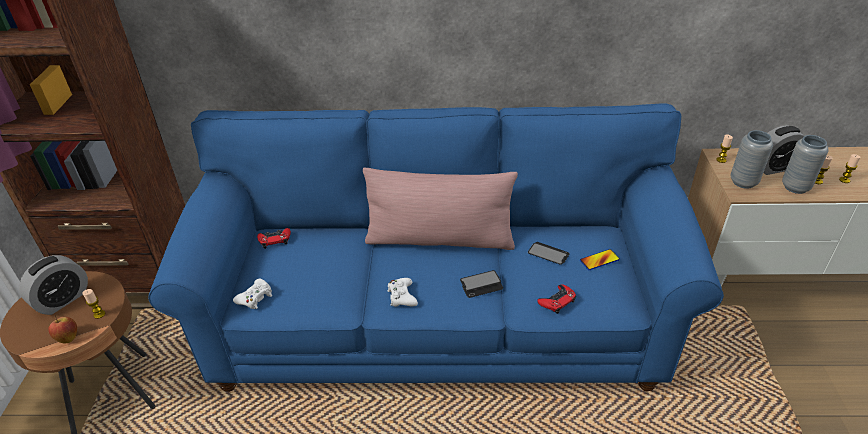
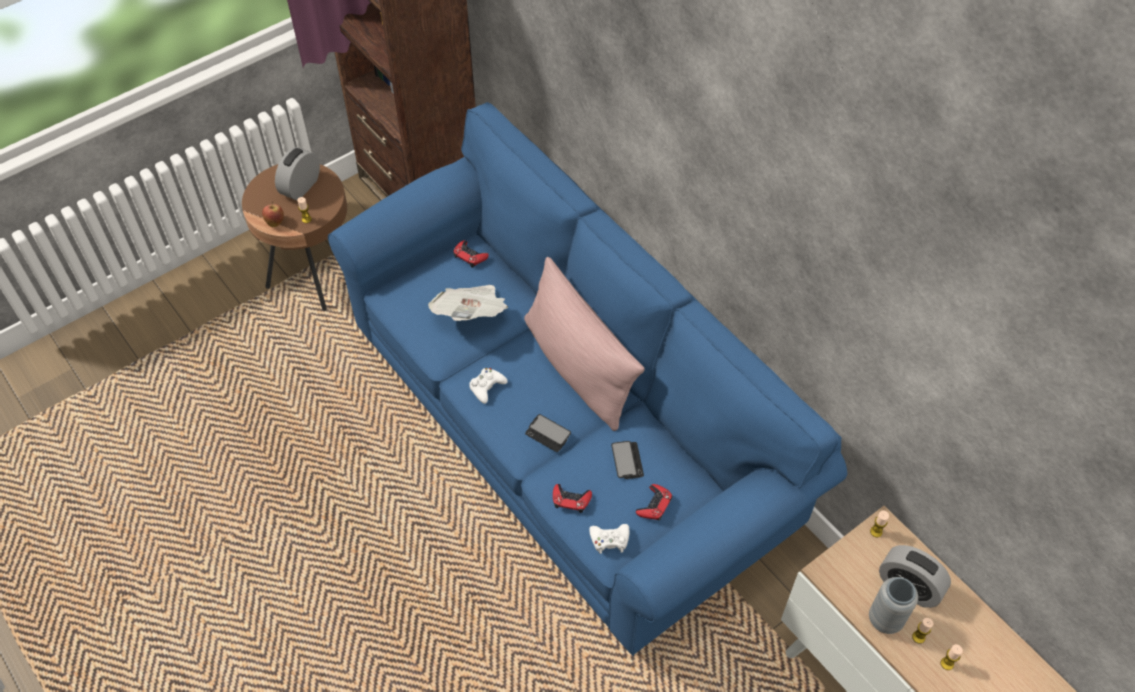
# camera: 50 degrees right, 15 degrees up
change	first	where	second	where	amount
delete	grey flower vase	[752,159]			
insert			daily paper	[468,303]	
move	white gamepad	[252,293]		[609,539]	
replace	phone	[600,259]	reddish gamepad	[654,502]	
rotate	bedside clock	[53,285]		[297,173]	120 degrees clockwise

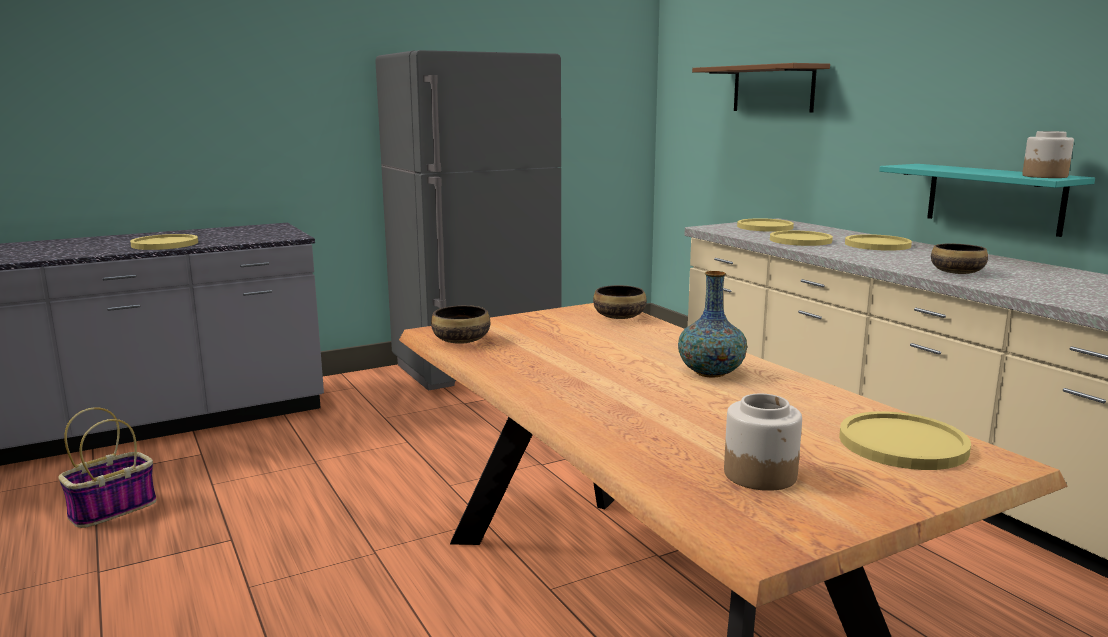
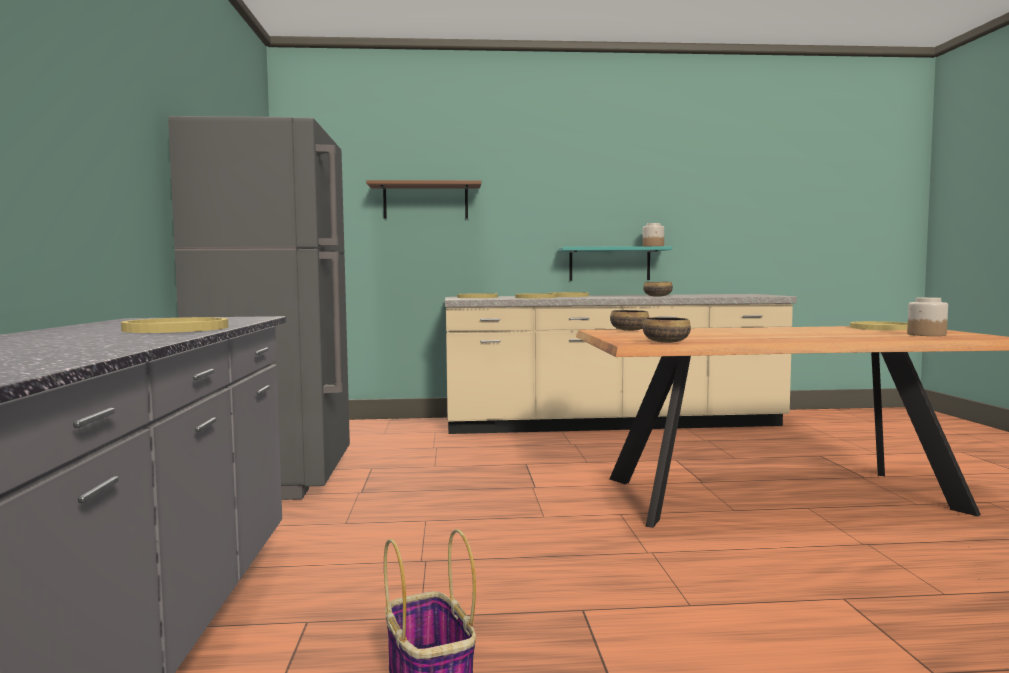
# camera: 65 degrees left, 10 degrees down
change	first	where	second	where	amount
delete	flower vase	[712,324]			

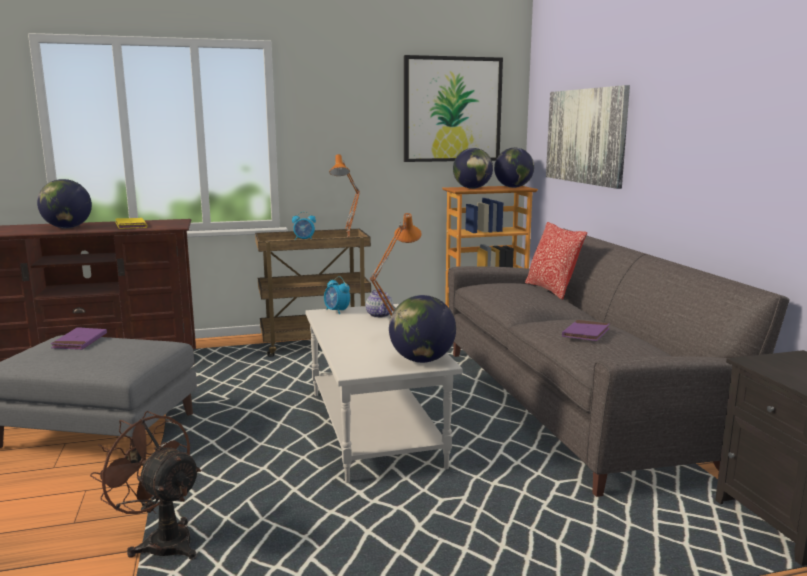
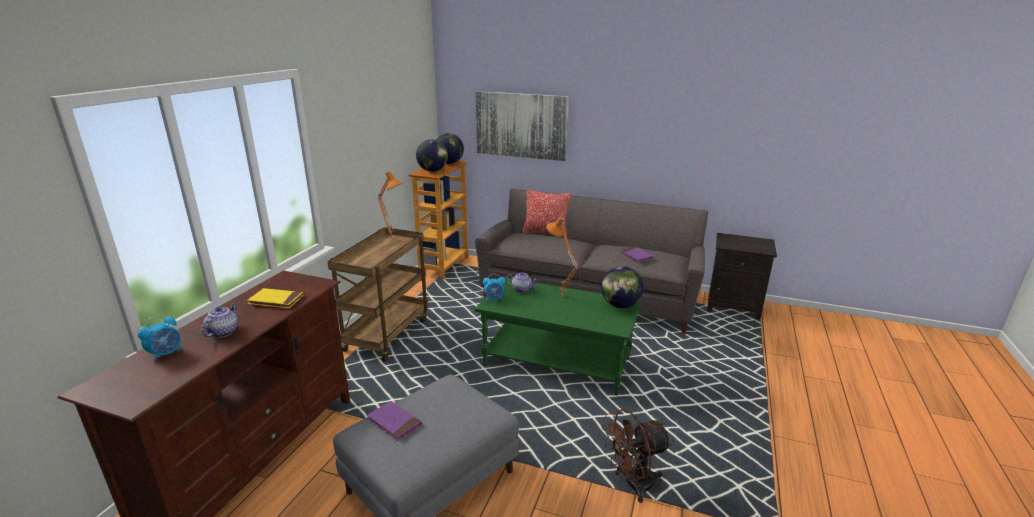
# camera: 55 degrees left, 10 degrees up
change	first	where	second	where	amount
delete	wall picture	[453,108]			
move	bedside clock	[304,226]		[160,339]	
replace	desk globe	[64,203]	tea pot	[219,320]	
recolor	white coffee table	[383,393]	greenish coffee table	[558,336]	

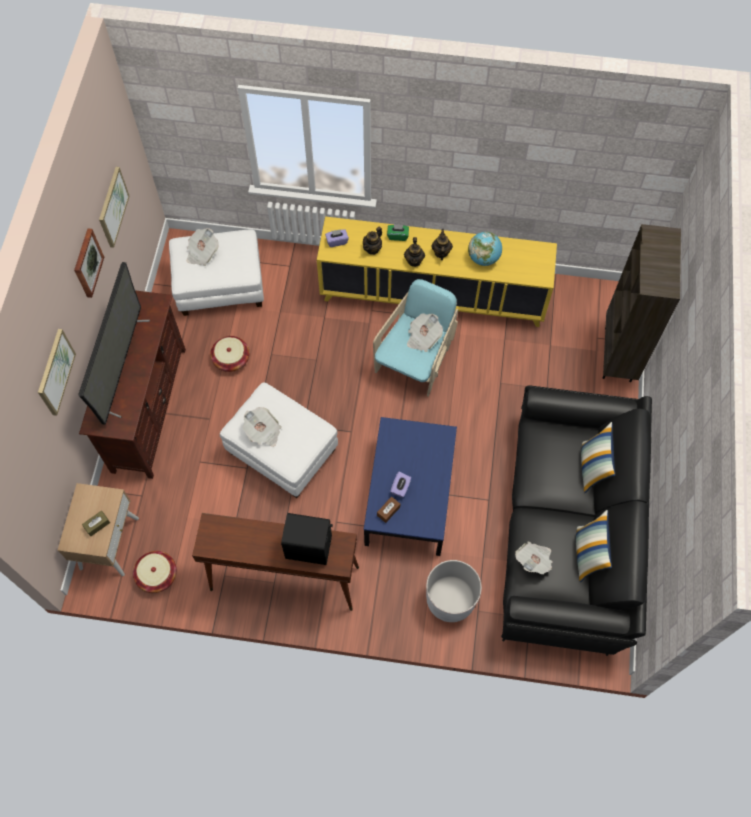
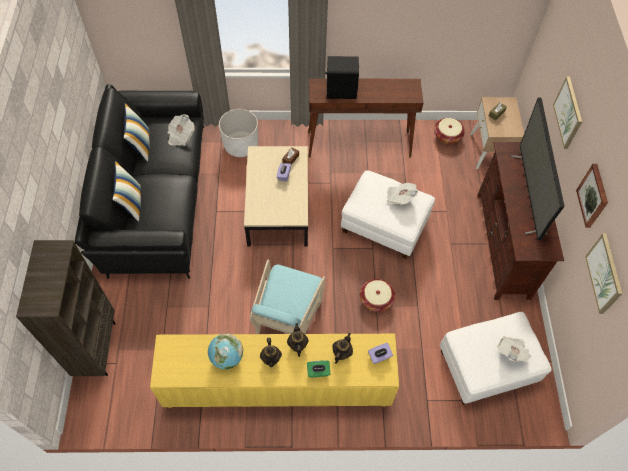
# camera: 170 degrees right, 5 degrees down
change	first	where	second	where	amount
delete	daily paper	[425,332]			
move	household basket	[230,354]		[377,295]	
recolor	blue-coloured coffee table	[410,486]	beige-coloured coffee table	[276,196]	

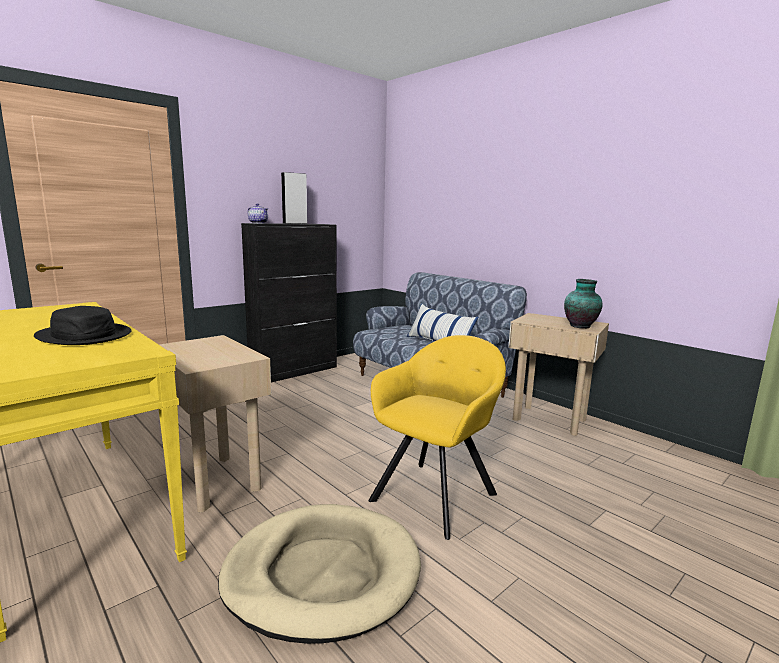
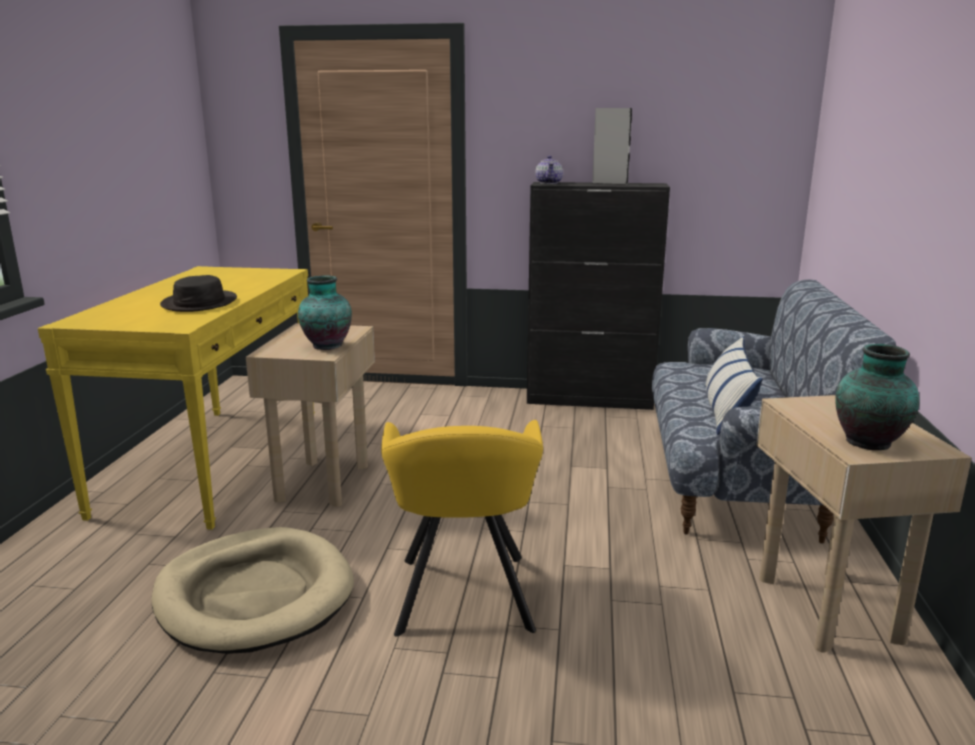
# camera: 50 degrees right, 5 degrees up
change	first	where	second	where	amount
insert			flower vase	[325,312]	
rotate	yellow-coloured easy chair	[437,437]		[462,528]	90 degrees clockwise

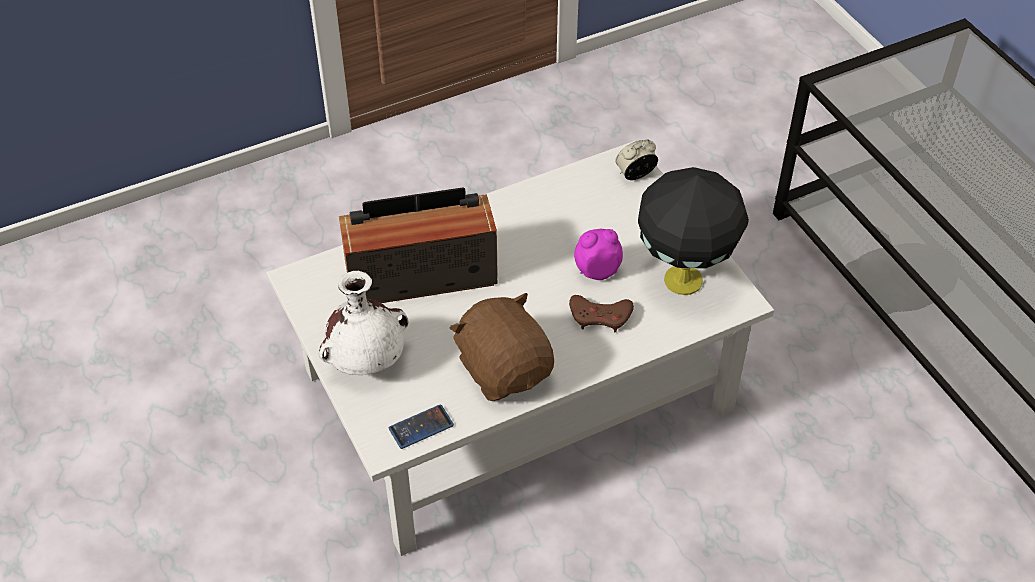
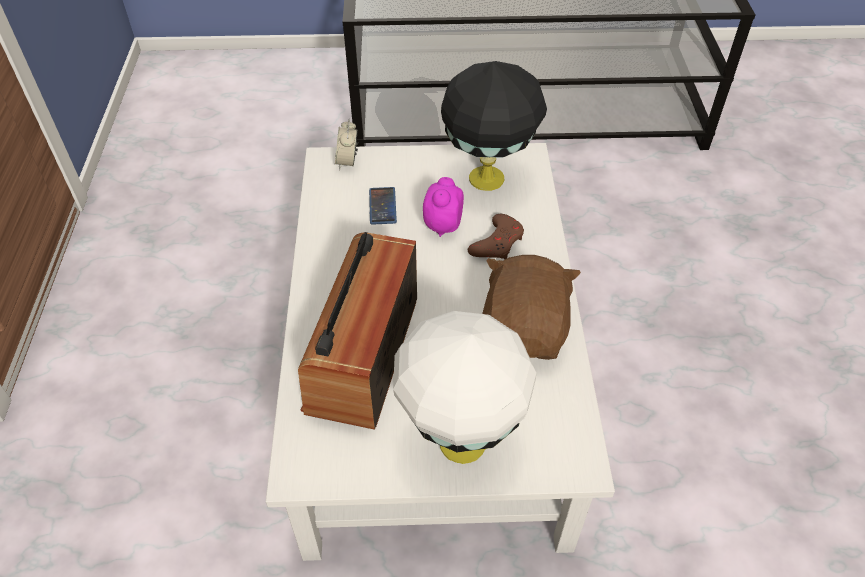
# camera: 65 degrees left, 0 degrees up
change	first	where	second	where	amount
move	phone	[421,426]		[383,206]	
replace	white flower vase	[363,323]	white tabletop lamp	[464,387]	
rotate	brown-coloured cuddly toy	[501,347]		[531,307]	105 degrees clockwise

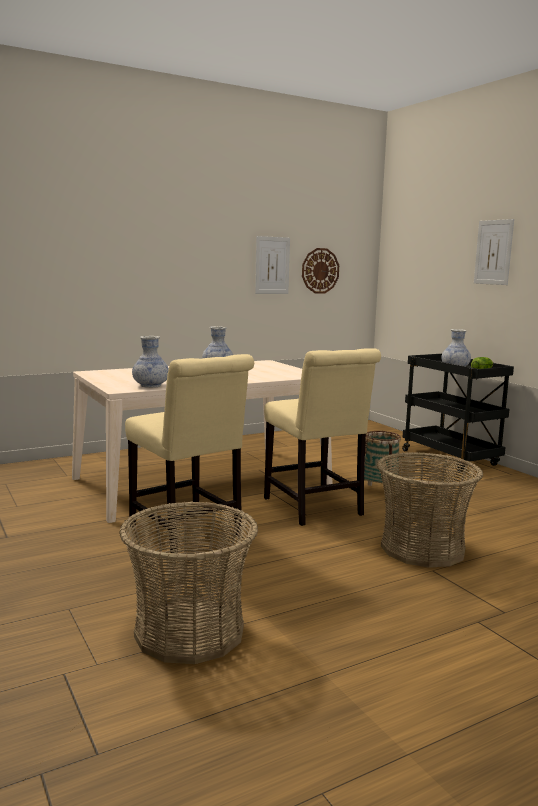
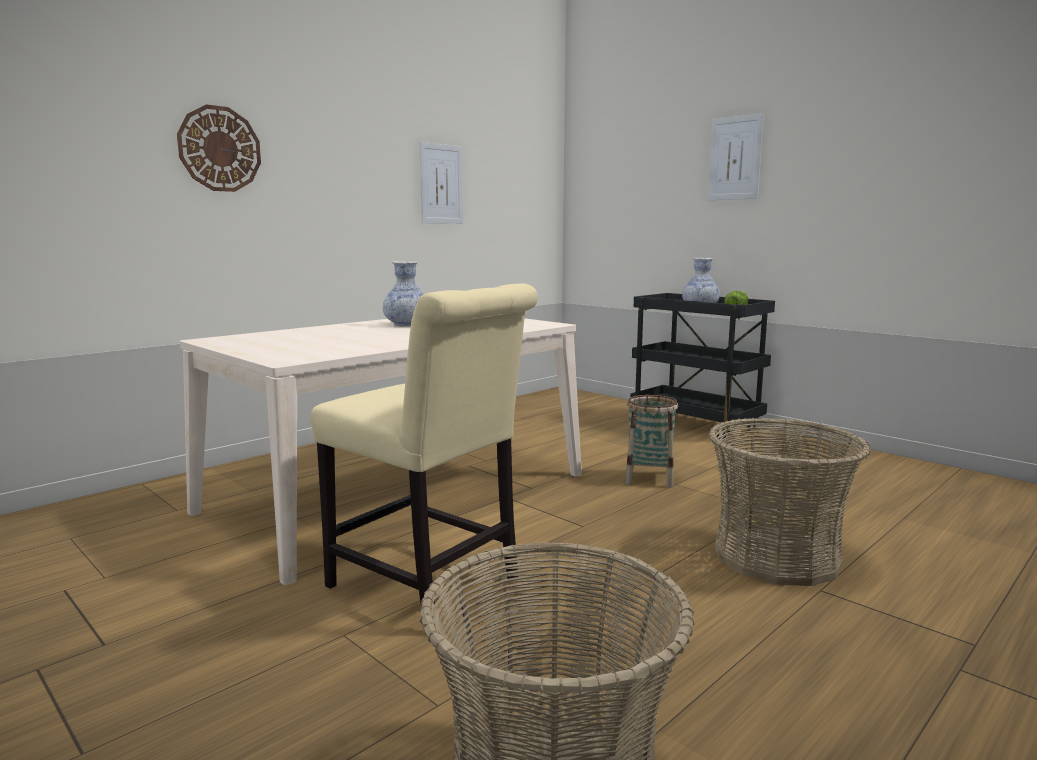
# camera: 15 degrees left, 0 degrees up
change	first	where	second	where	amount
delete	flower vase	[150,362]			
delete	beige-coloured plain chair	[322,437]			
move	hanging clock	[320,270]		[219,148]	

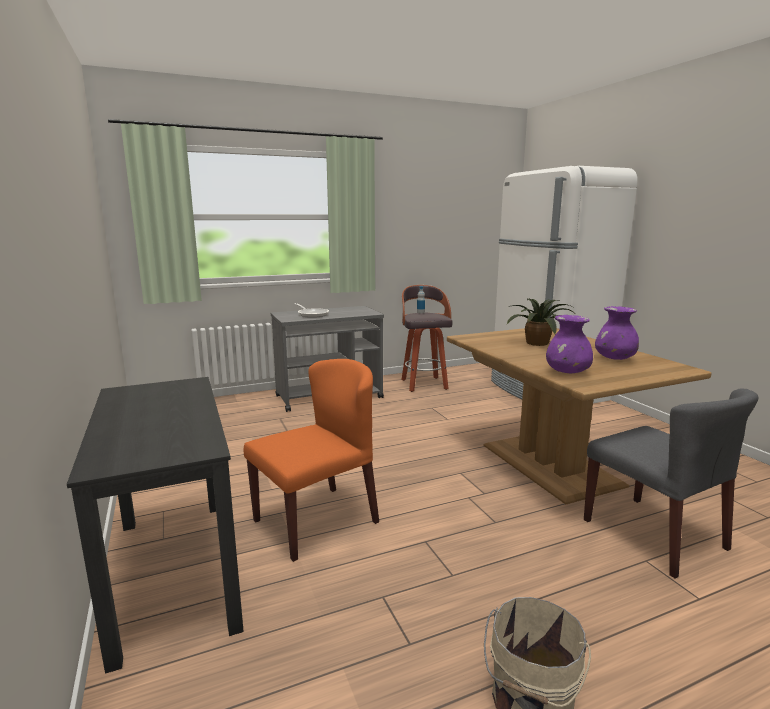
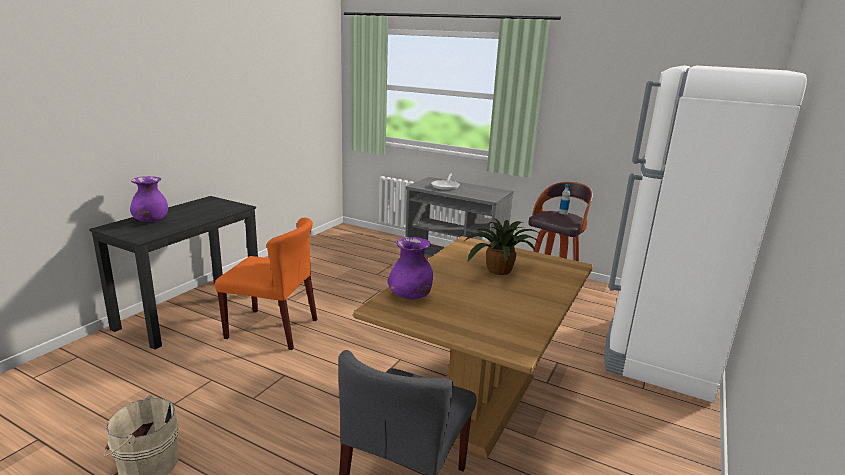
# camera: 50 degrees right, 5 degrees up
change	first	where	second	where	amount
move	purple-coloured flower vase	[617,333]		[149,199]	

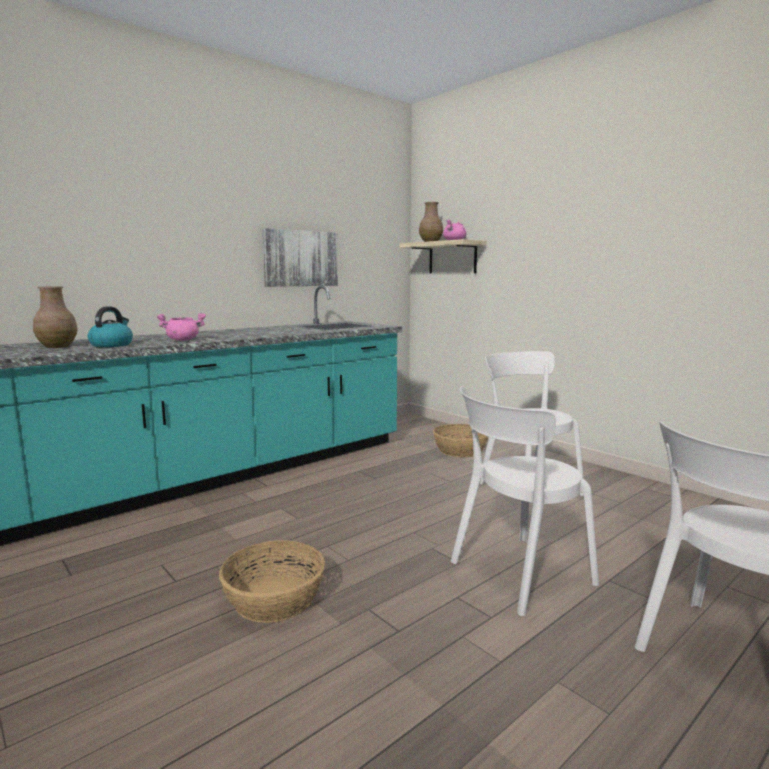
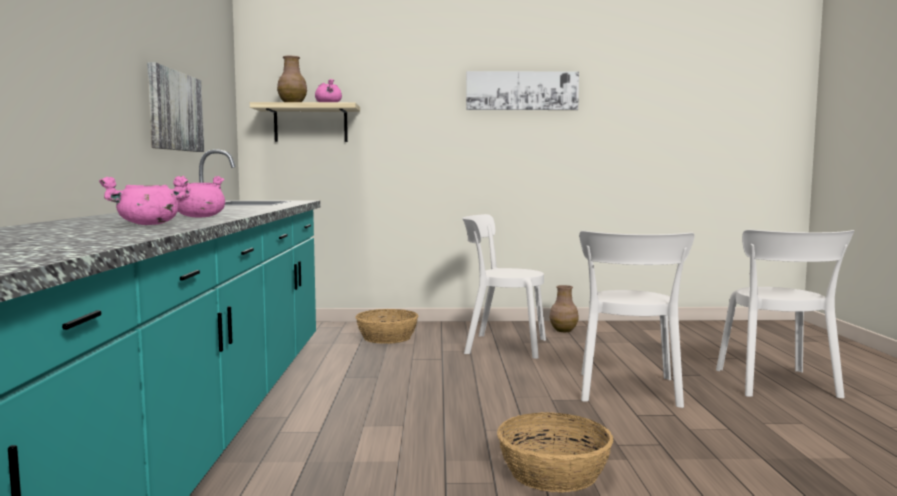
# camera: 50 degrees left, 5 degrees down
change	first	where	second	where	amount
insert			wall picture	[522,90]	
move	brown-coloured flower vase	[55,317]		[564,308]	
replace	tea kettle	[110,326]	pink cooking pot	[143,200]	

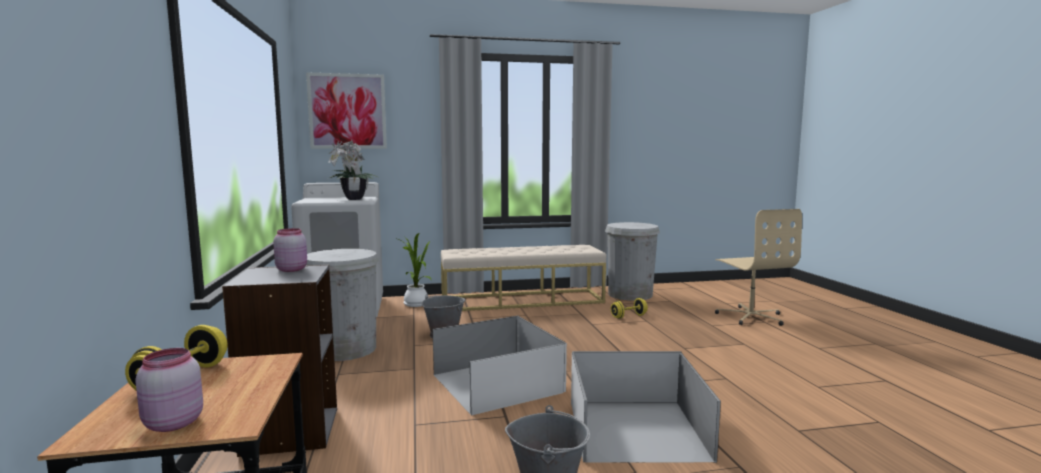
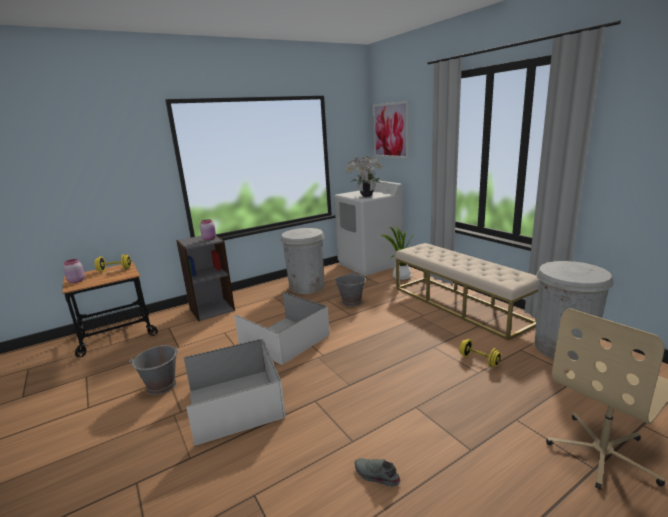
# camera: 70 degrees right, 10 degrees up
change	first	where	second	where	amount
insert			grey item of footwear	[378,472]	

